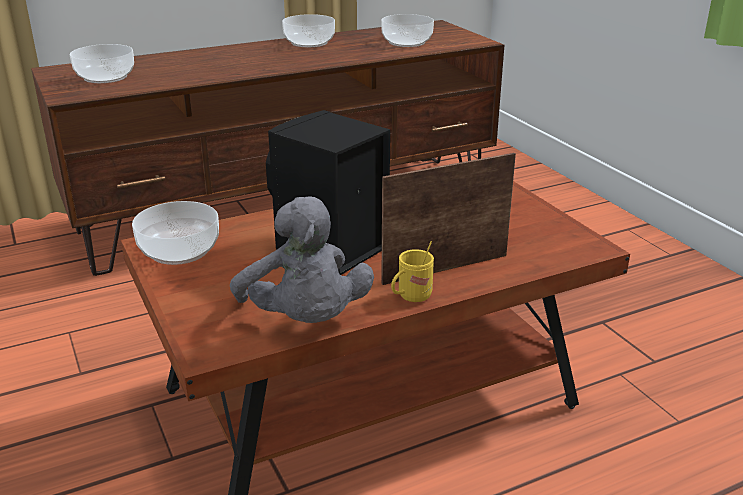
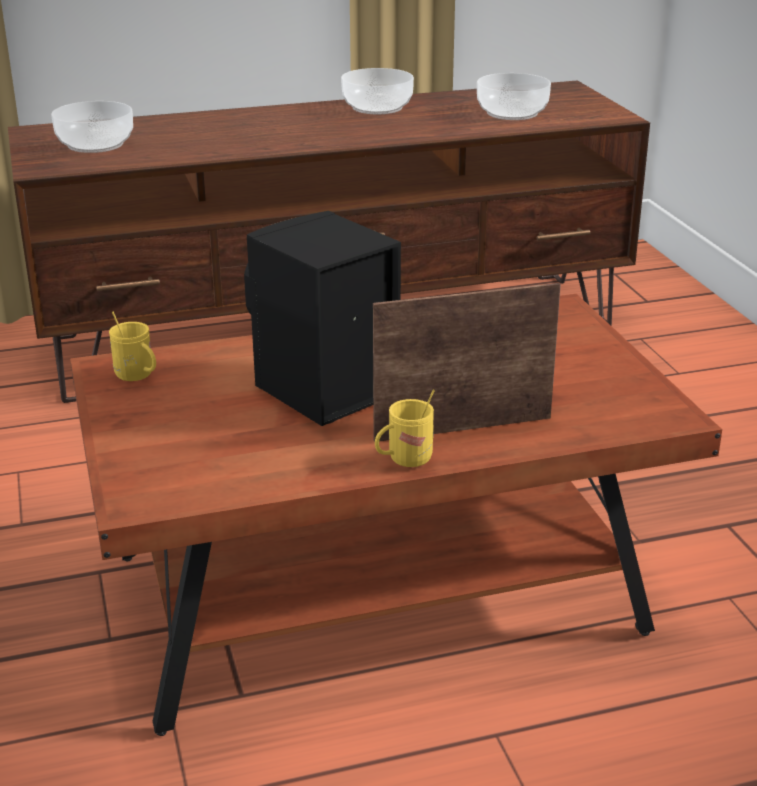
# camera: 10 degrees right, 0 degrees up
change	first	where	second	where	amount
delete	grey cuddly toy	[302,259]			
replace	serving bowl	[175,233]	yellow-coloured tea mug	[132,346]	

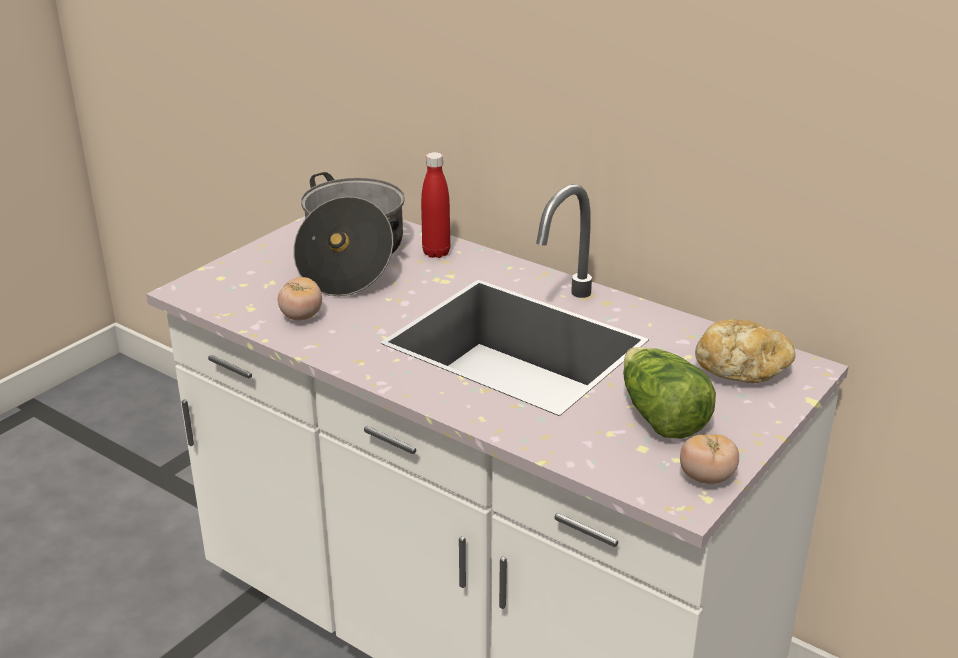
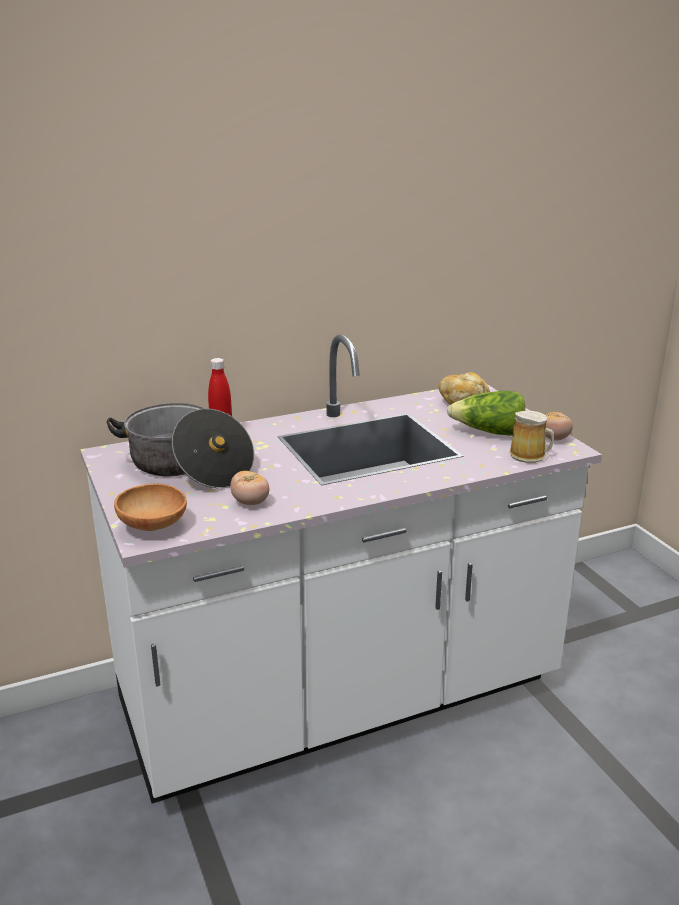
# camera: 60 degrees left, 5 degrees down
change	first	where	second	where	amount
insert			brown-coloured serving bowl	[150,507]	
insert			tea mug	[531,437]	

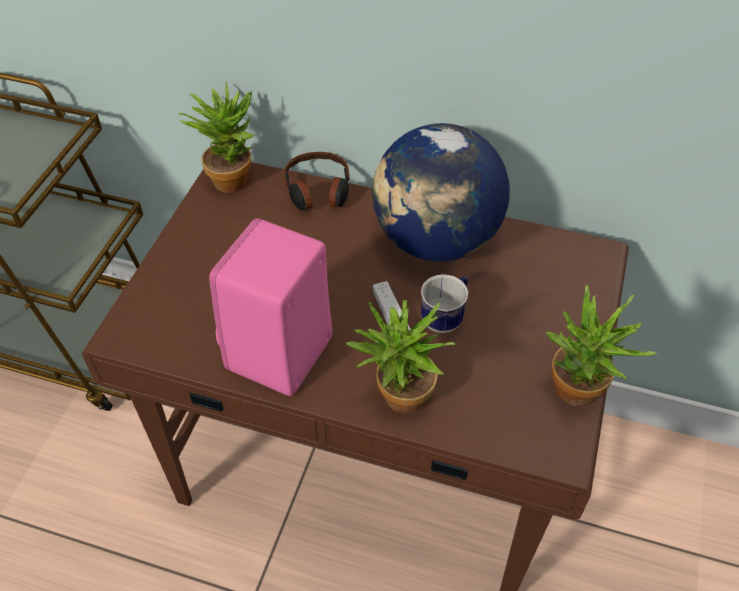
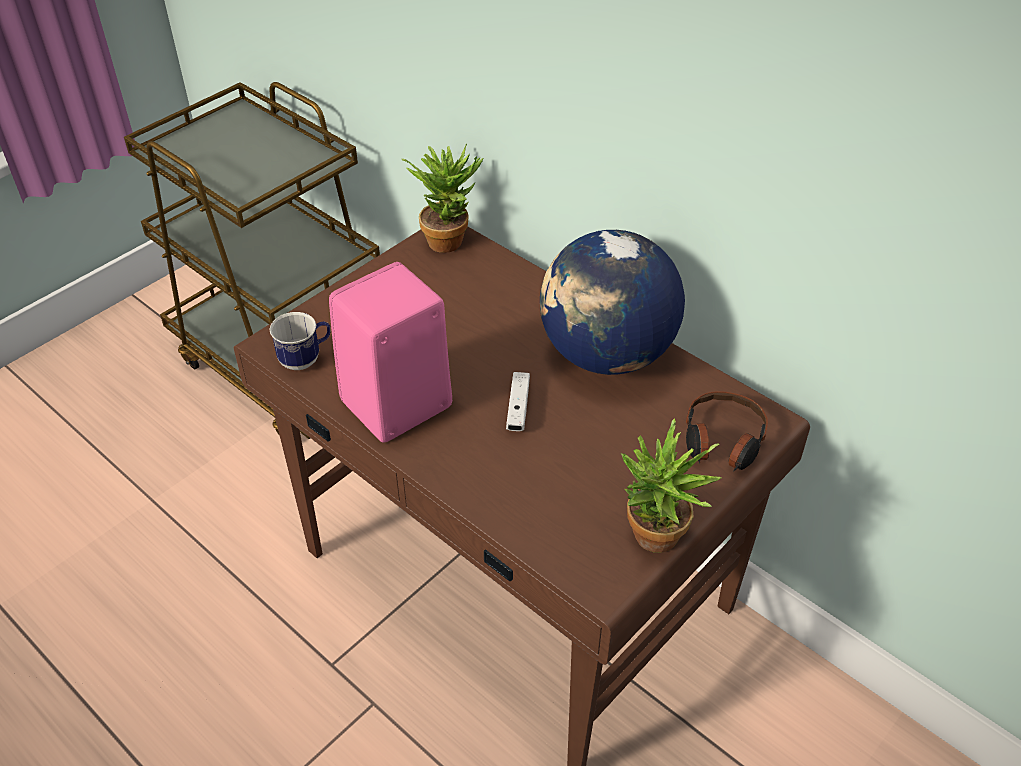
# camera: 25 degrees right, 5 degrees down
change	first	where	second	where	amount
delete	plant in a pot	[400,357]			
move	headphones	[317,182]		[727,431]	
move	tea mug	[444,303]		[299,341]	

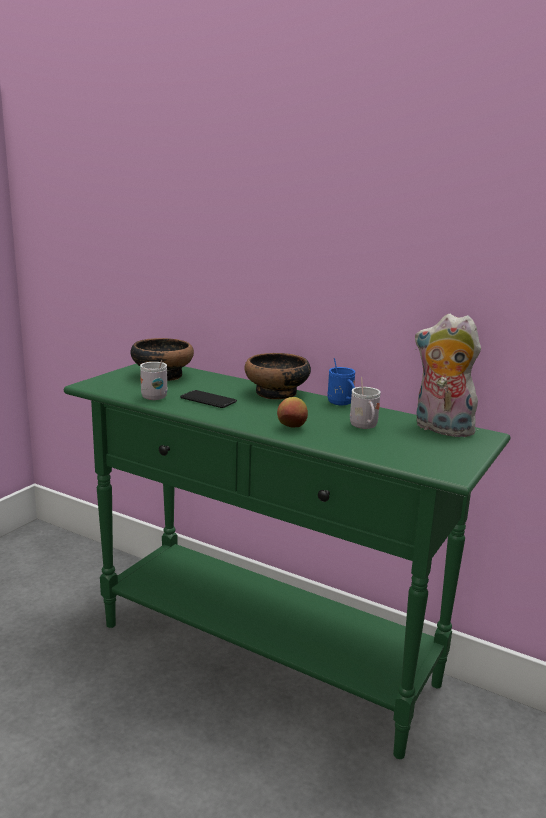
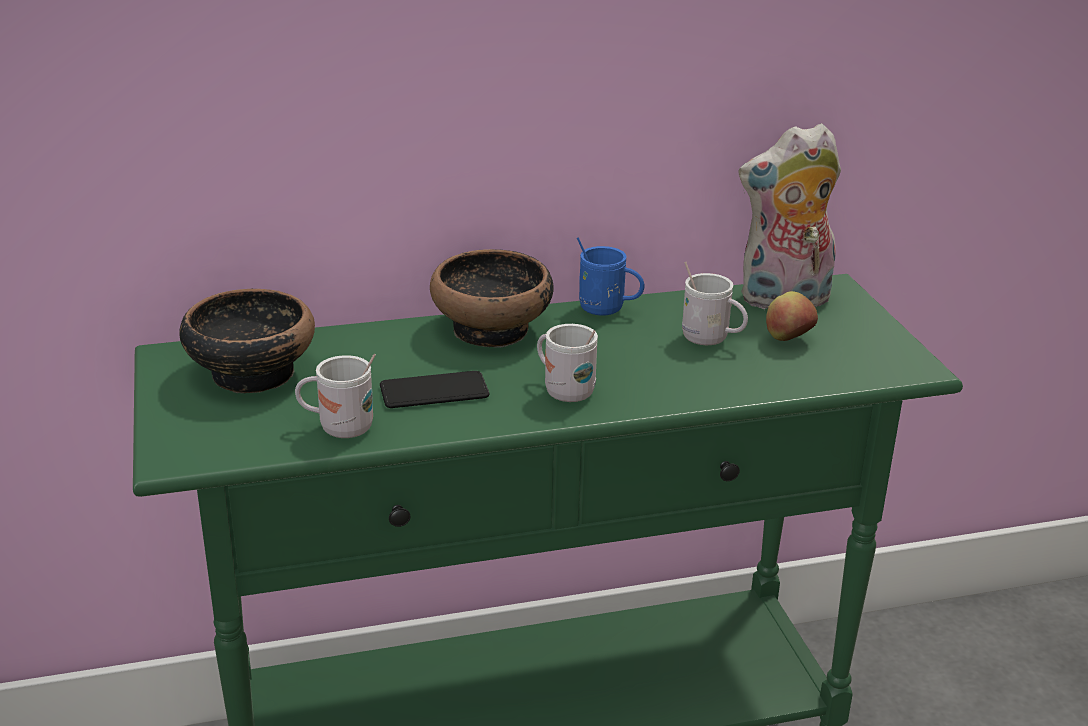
# camera: 45 degrees left, 10 degrees up
change	first	where	second	where	amount
insert			white tea mug	[567,363]	
move	apple fruit	[292,412]		[792,316]	

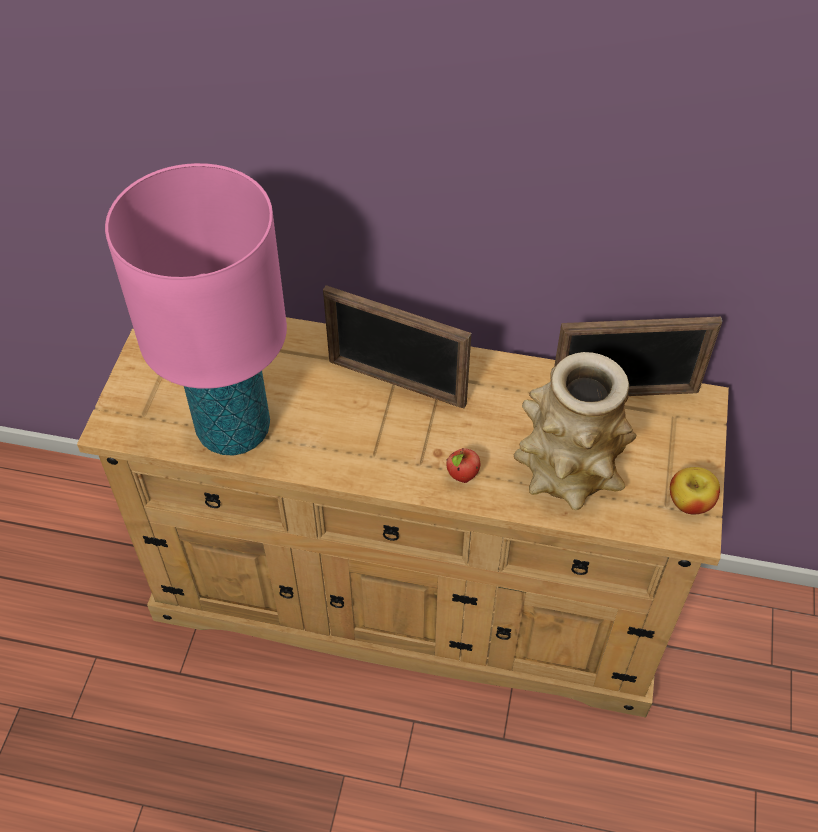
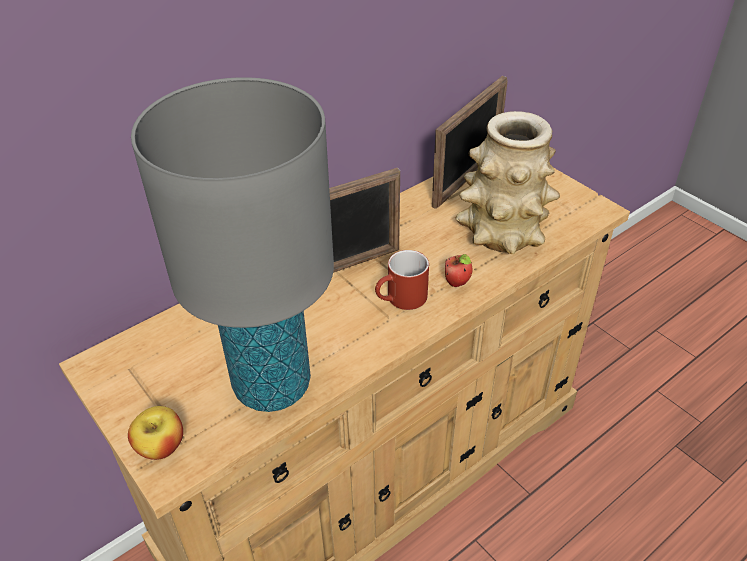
# camera: 50 degrees left, 10 degrees down
change	first	where	second	where	amount
insert			reddish tea mug	[402,280]	
move	apple fruit	[695,490]		[155,433]	
recolor	pink tabletop lamp	[196,309]	grey tabletop lamp	[232,244]	

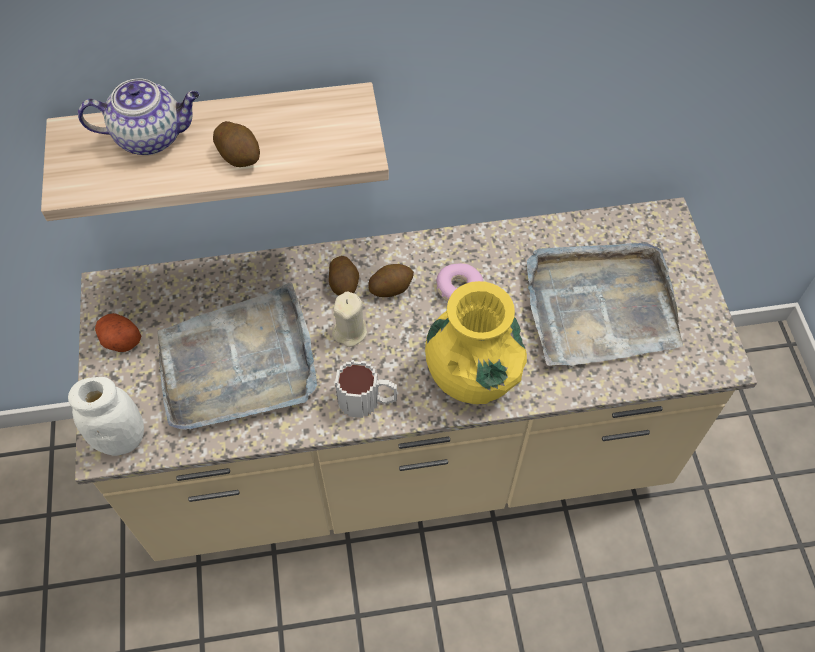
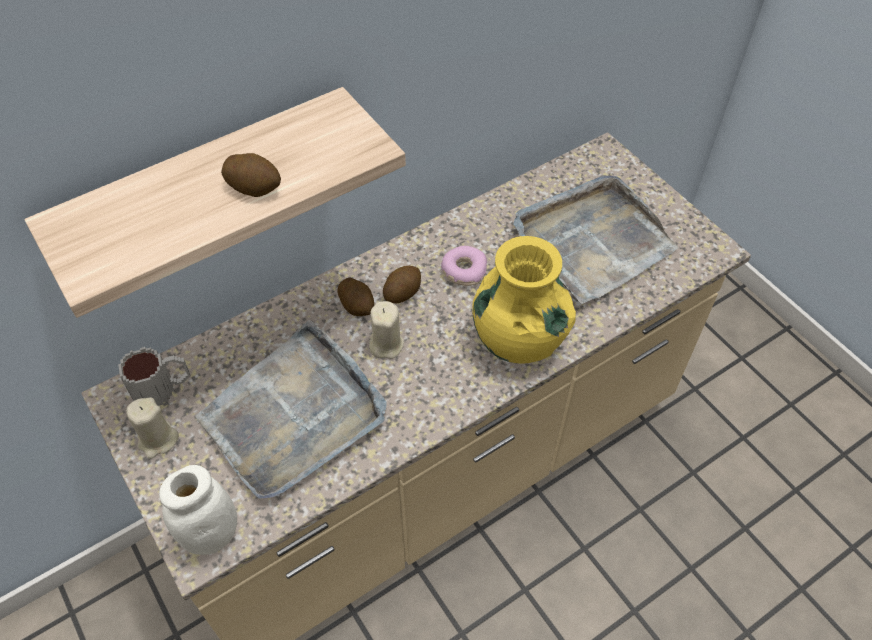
# camera: 25 degrees left, 5 degrees down
change	first	where	second	where	amount
delete	tea pot	[139,117]			
move	tea mug	[366,389]		[154,376]	
replace	spud	[118,332]	beige-coloured wax candle	[152,428]	

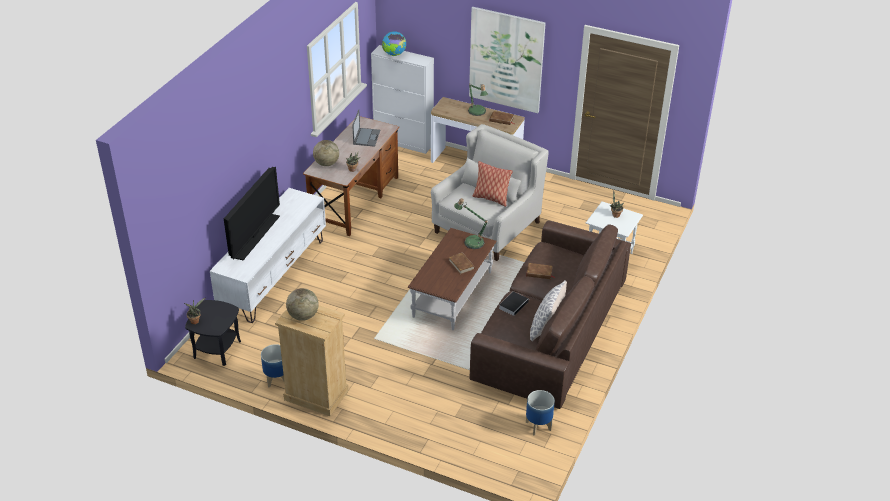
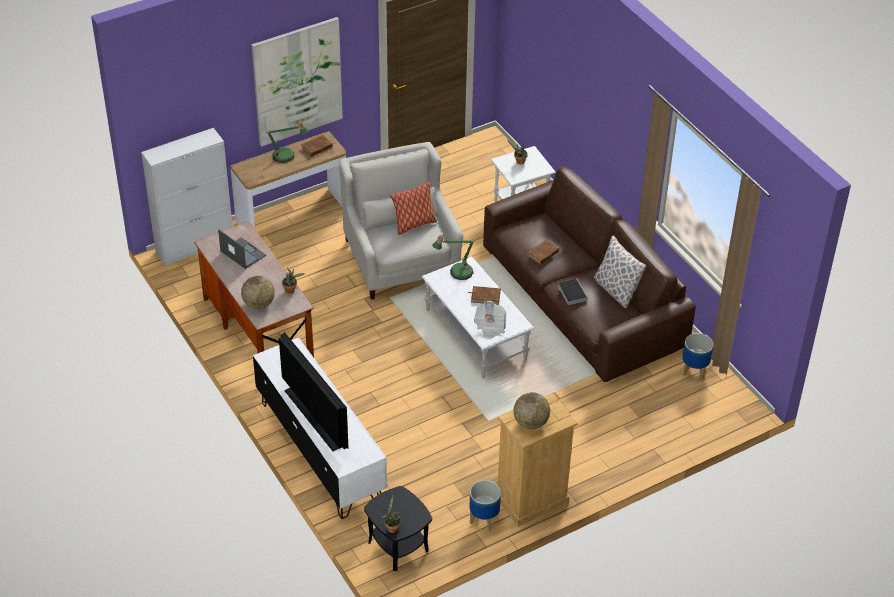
# camera: 55 degrees left, 5 degrees up
change	first	where	second	where	amount
delete	desk globe	[394,43]			
insert			daily paper	[490,320]	
recolor	brown-coloured coffee table	[452,279]	white coffee table	[477,317]	

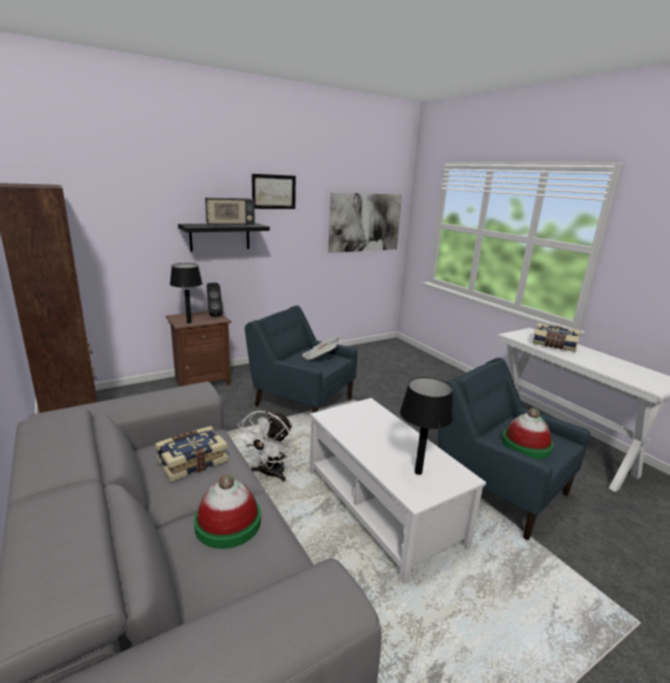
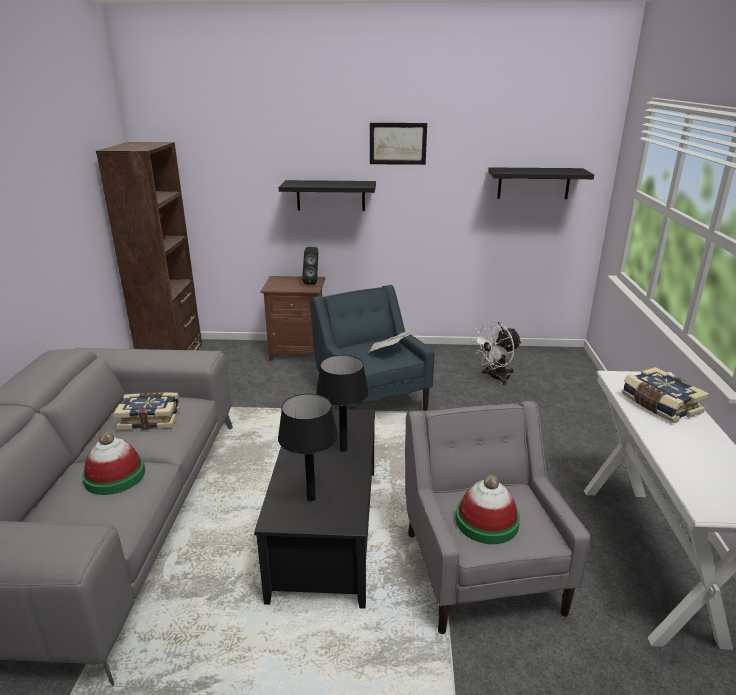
# camera: 35 degrees right, 5 degrees up
change	first	where	second	where	amount
delete	radio	[230,211]			
move	black tabletop lamp	[186,293]		[342,403]	
move	white cooling fan	[264,446]		[497,353]	
replace	wall picture	[365,222]	black wall shelf	[541,183]	
recolor	white coffee table	[398,491]	black coffee table	[314,509]	
recolor	blue-coloured easy chair	[514,449]	grey easy chair	[498,517]	

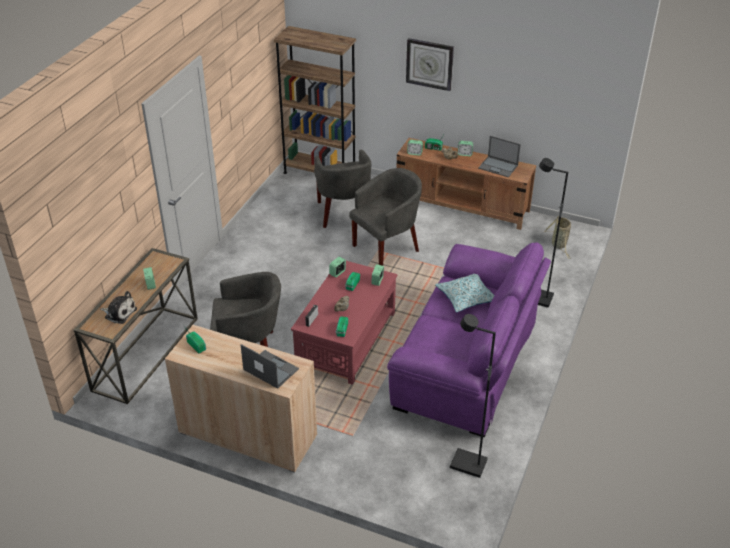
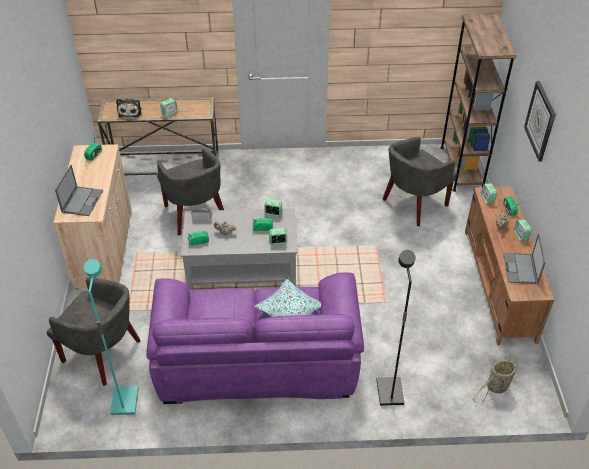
# camera: 65 degrees right, 5 degrees up
change	first	where	second	where	amount
move	grey easy chair	[385,217]		[94,331]	
recolor	reddish coffee table	[344,323]	grey coffee table	[239,249]	
recolor	black standing lamp	[473,396]	turquoise-coloured standing lamp	[111,337]	

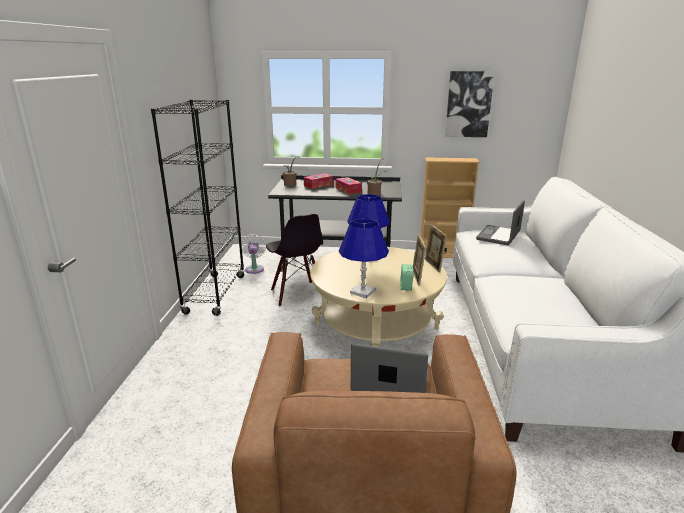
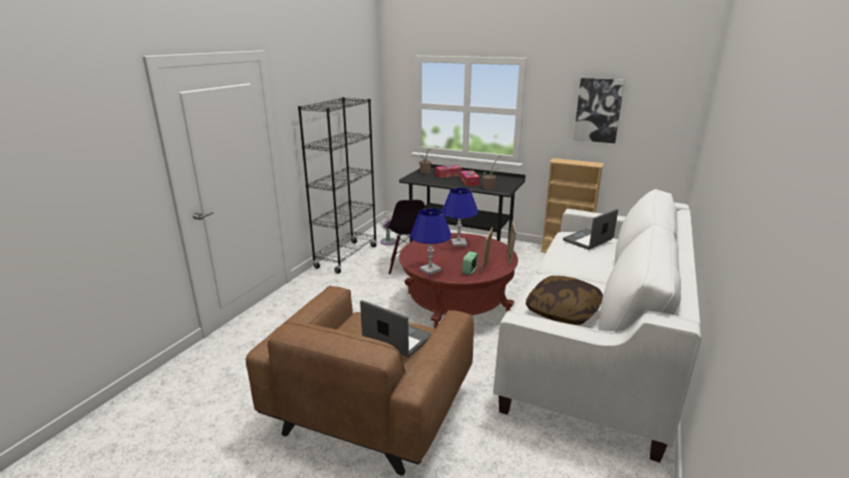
# camera: 20 degrees right, 0 degrees up
change	first	where	second	where	amount
insert			cushion	[564,300]	
recolor	beige-coloured coffee table	[378,297]	reddish coffee table	[458,281]	

